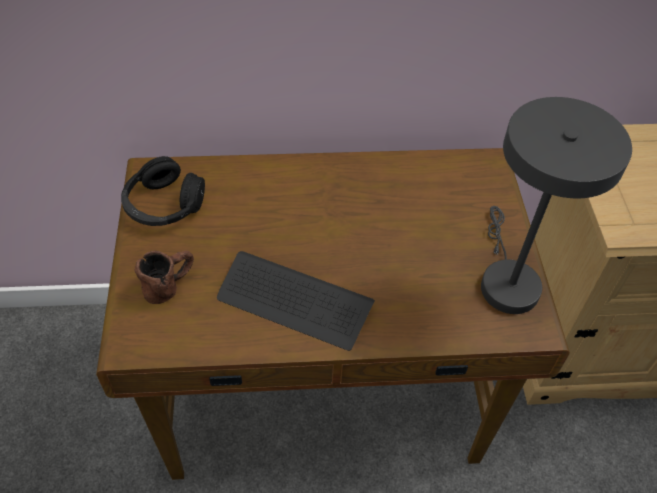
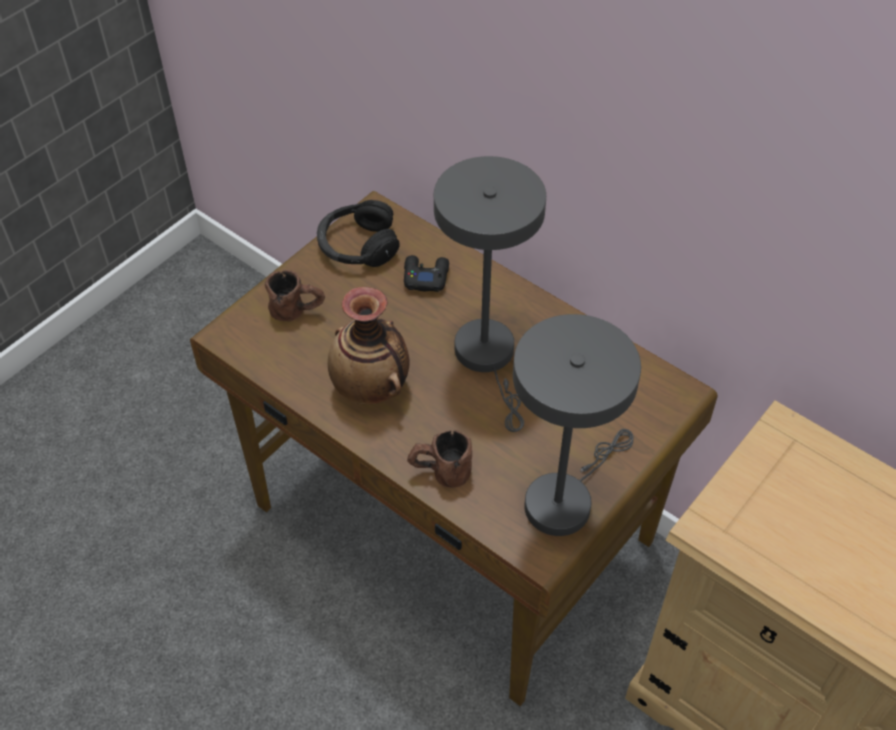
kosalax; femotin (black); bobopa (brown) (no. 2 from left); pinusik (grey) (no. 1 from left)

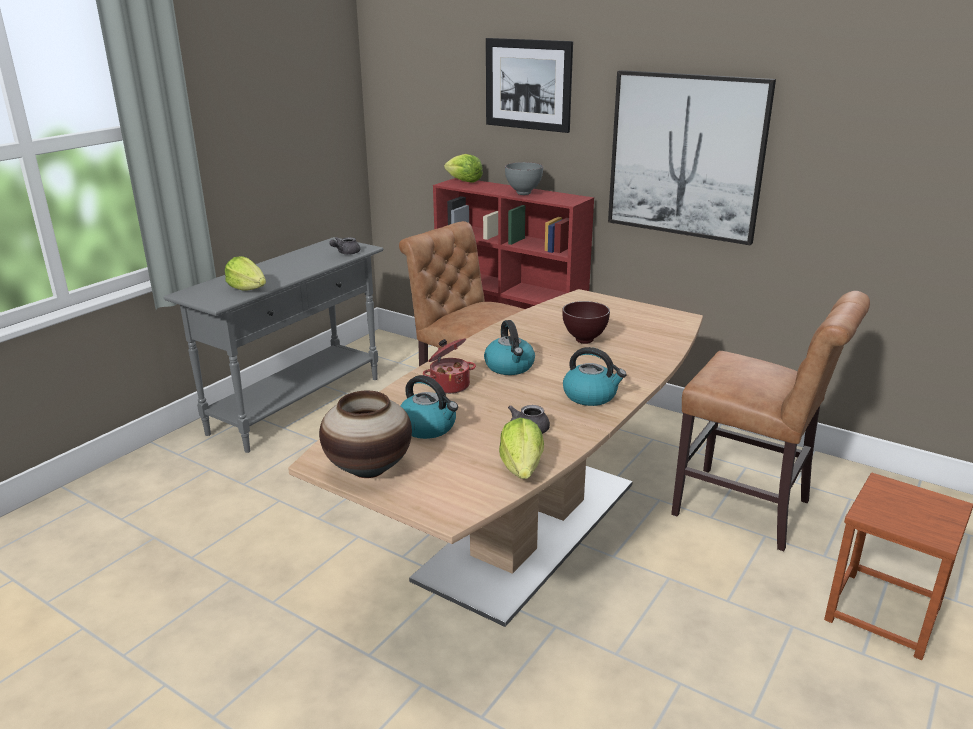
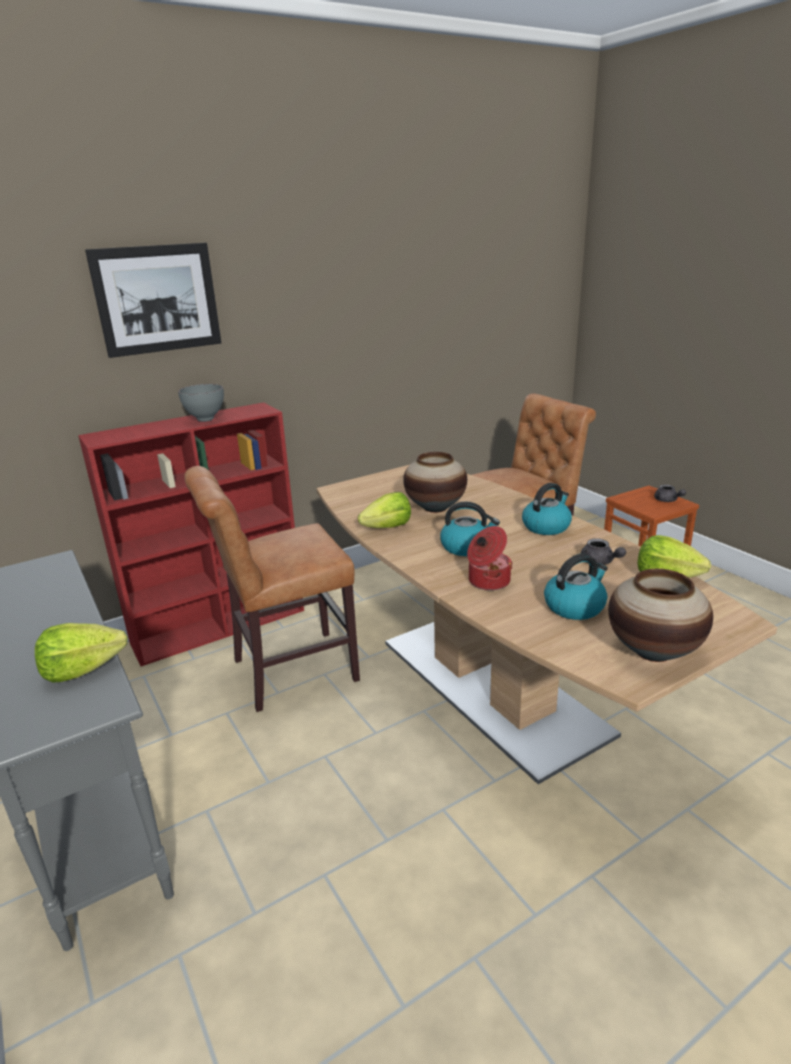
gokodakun (no. 2 from left); kosalax (no. 1 from left); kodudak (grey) (no. 2 from left); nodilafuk (no. 2 from left in the first image)

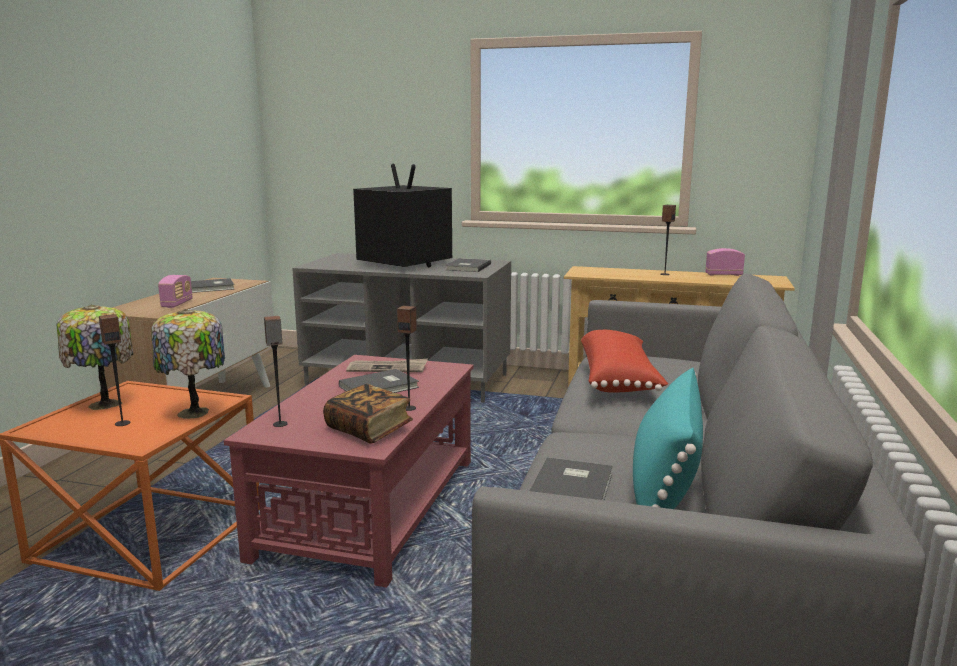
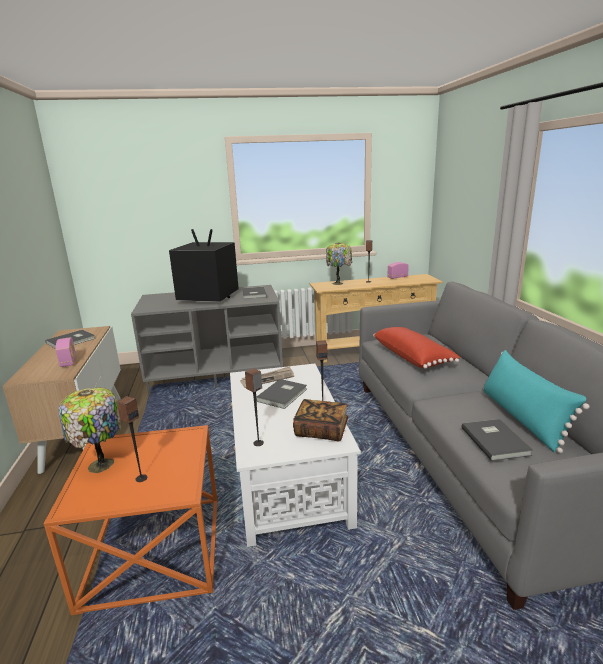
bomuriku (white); pinusik (no. 2 from left)

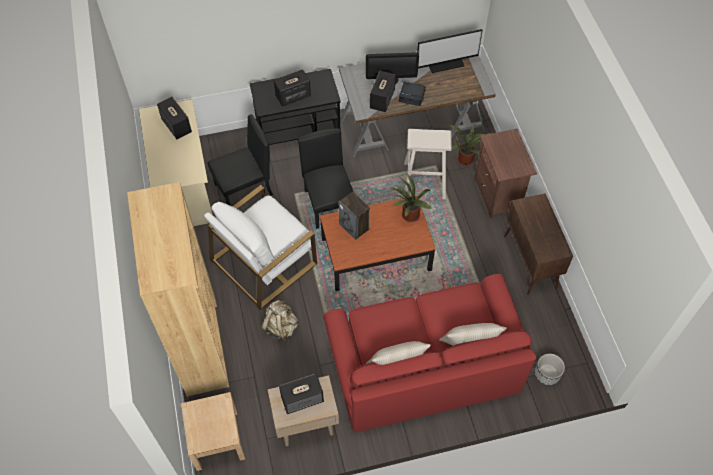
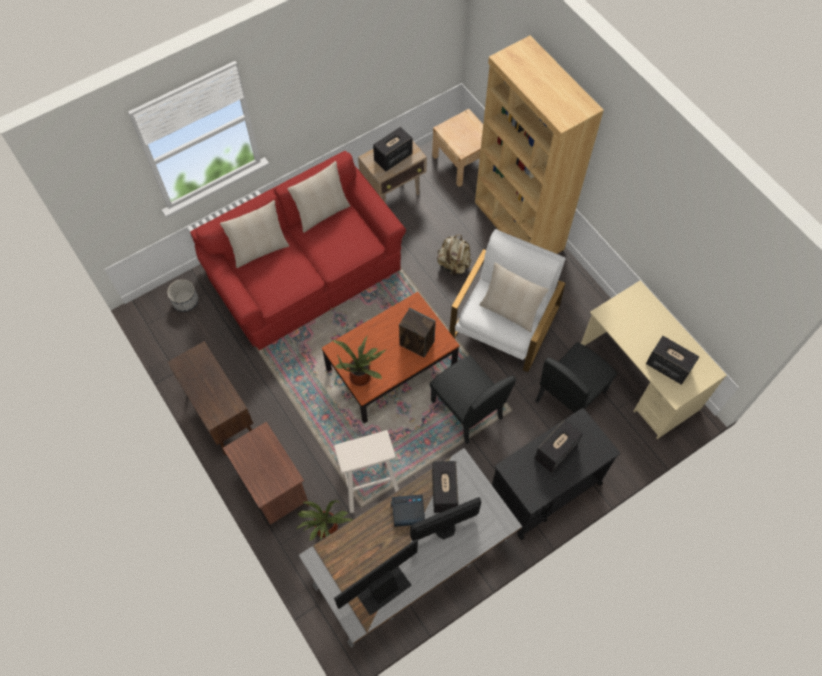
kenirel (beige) (no. 3 from left)

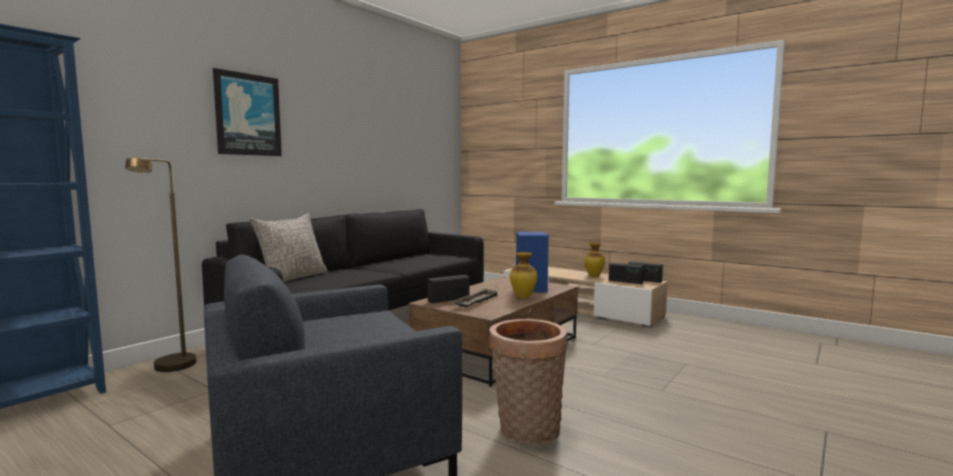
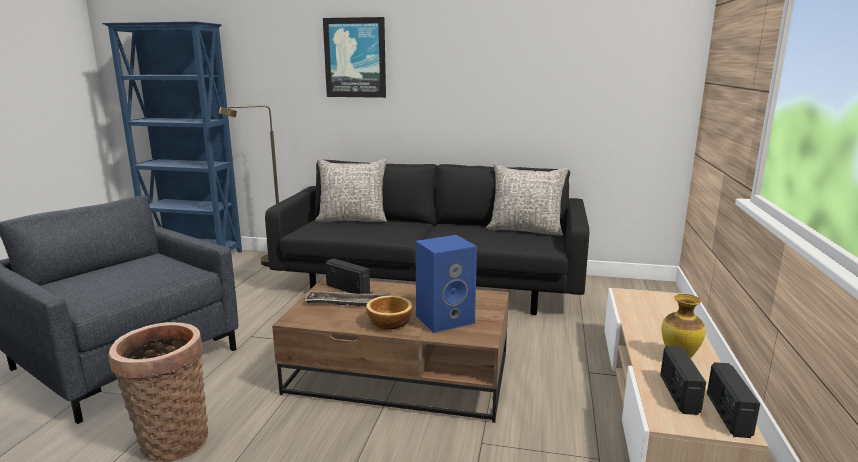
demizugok; kenirel (grey) (no. 2 from left)

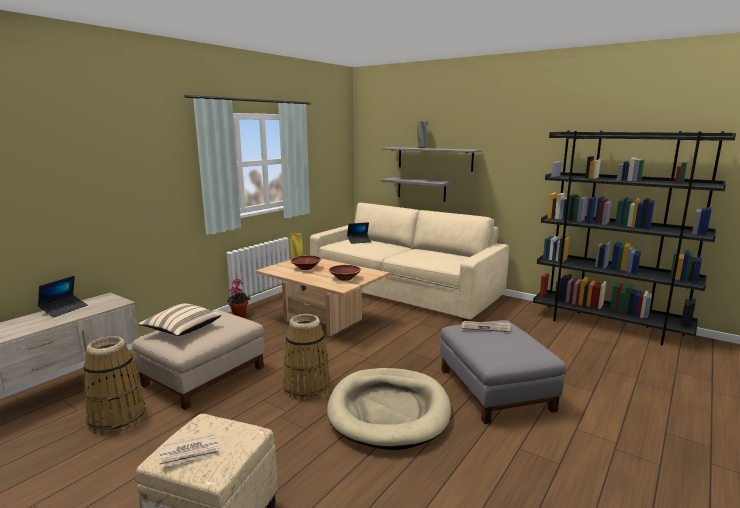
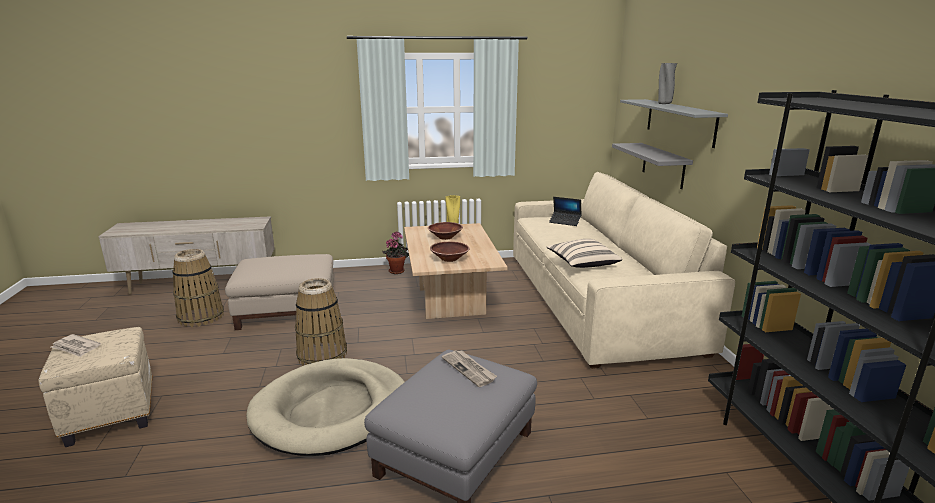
kenirel (beige); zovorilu (no. 1 from left in the first image)

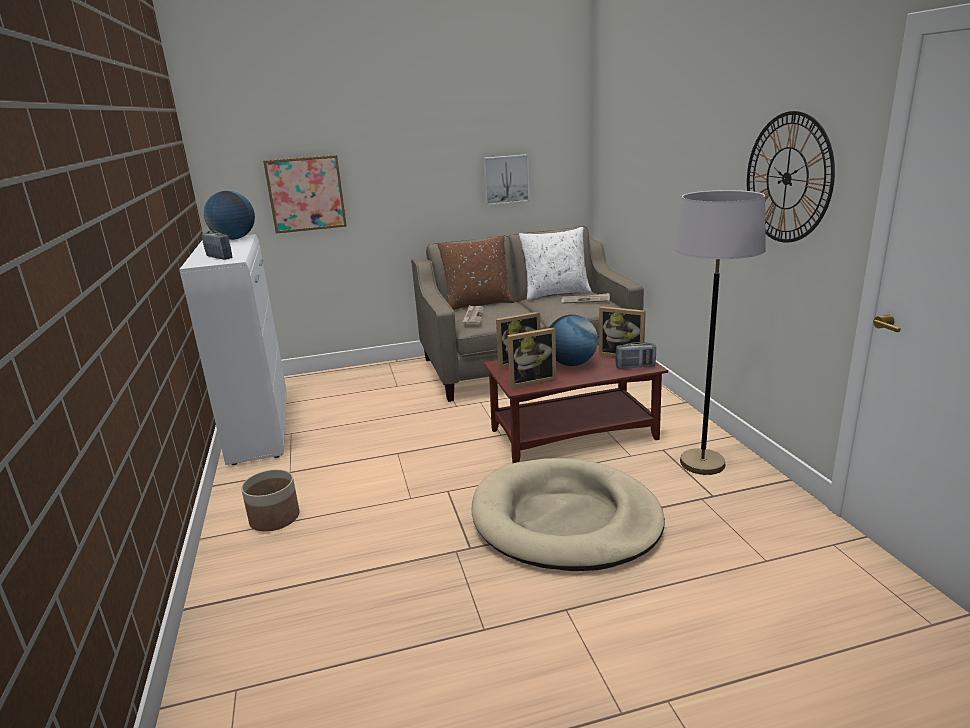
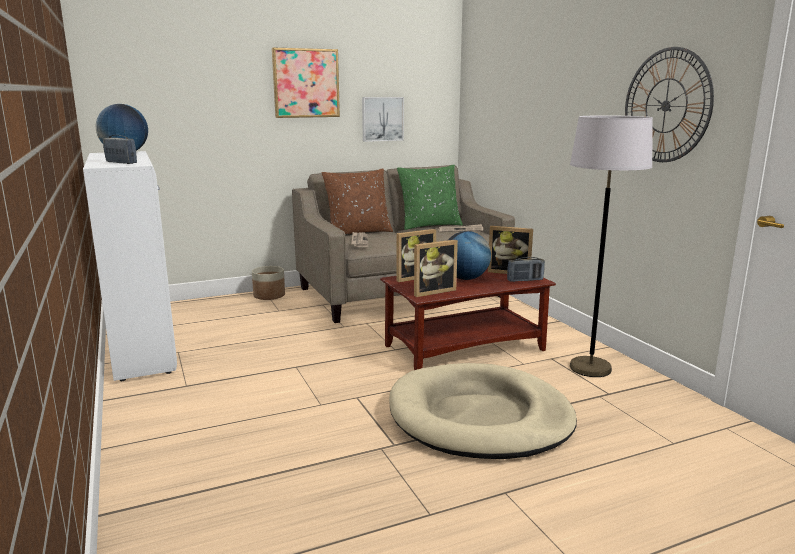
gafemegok; nodilafuk (no. 1 from left); kenirel (green)

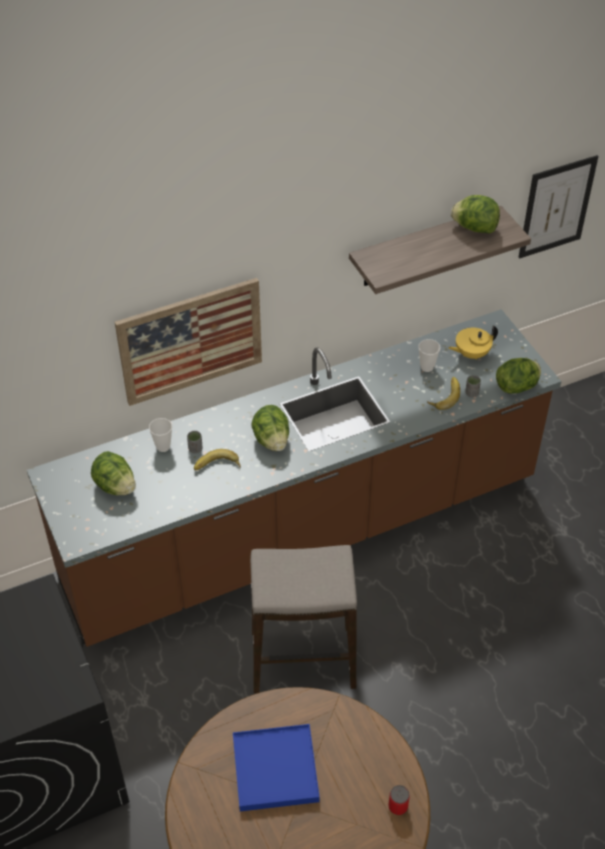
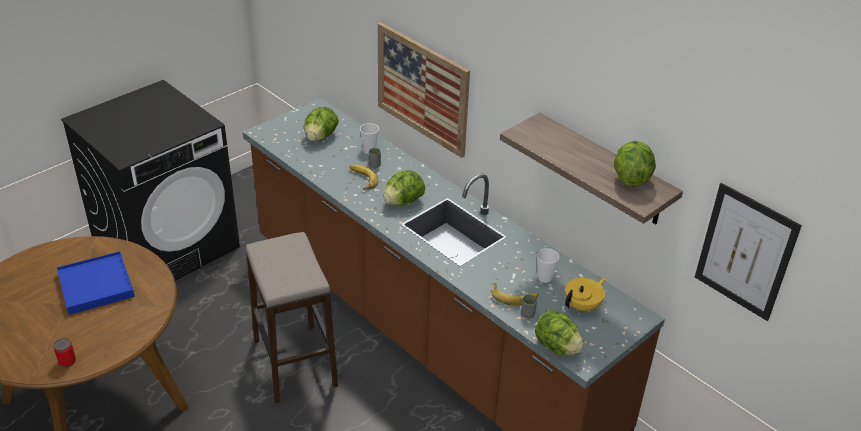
kodudak (yellow)

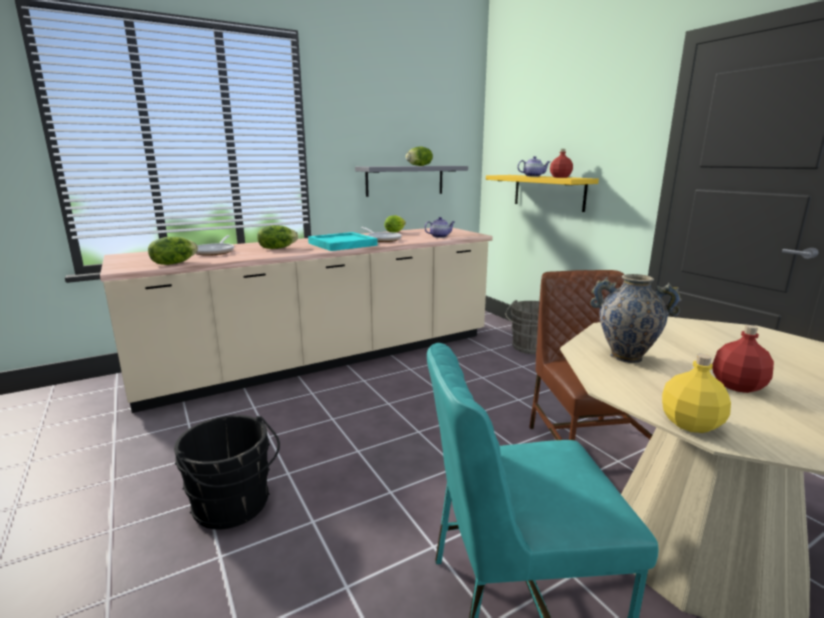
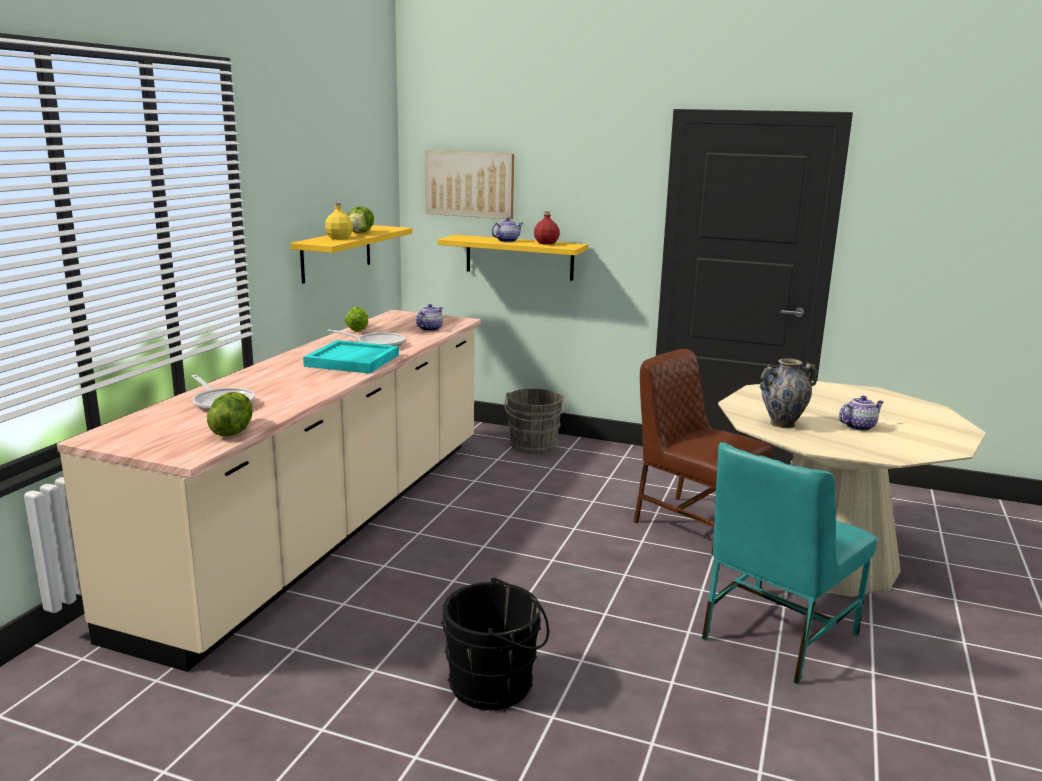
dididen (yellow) (no. 1 from left); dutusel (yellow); nodilafuk; kodudak (no. 3 from left); gokodakun (no. 2 from left in the first image)

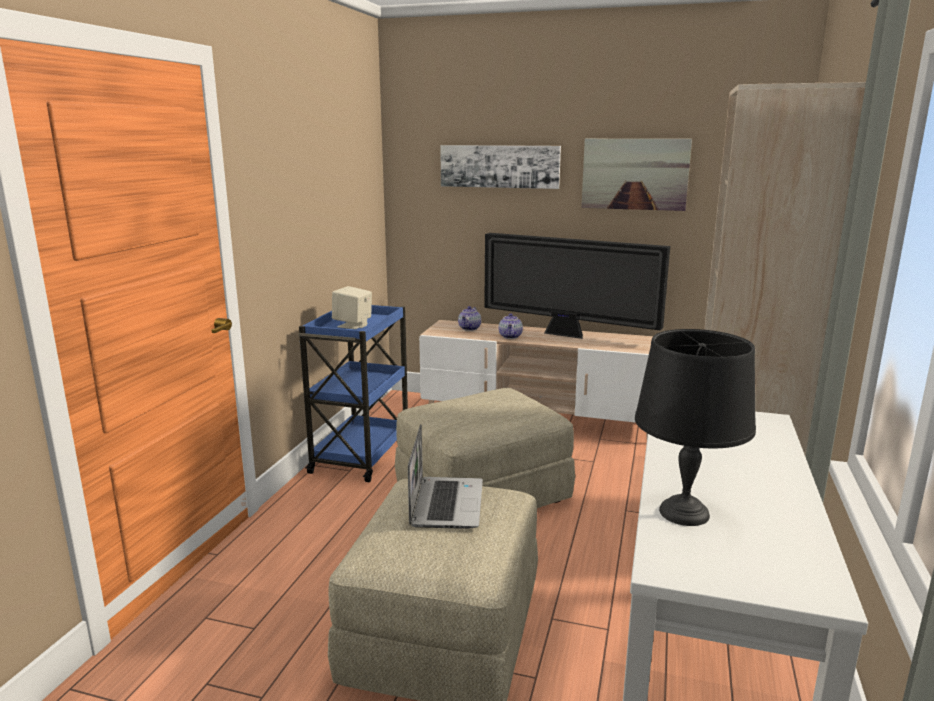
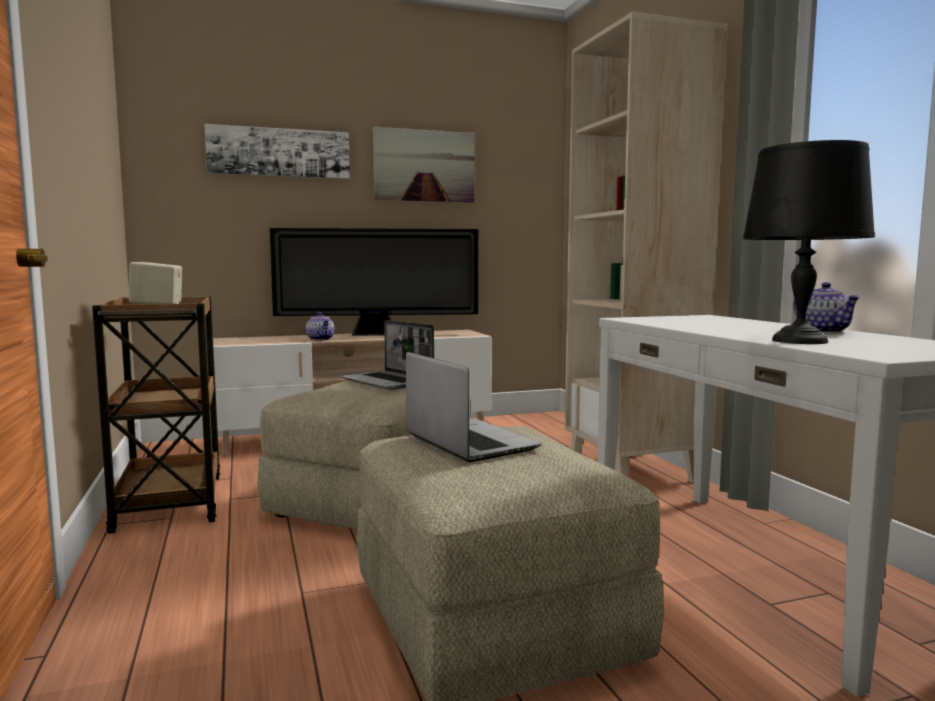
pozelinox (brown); zovorilu (no. 1 from left); kodudak (no. 2 from left)

